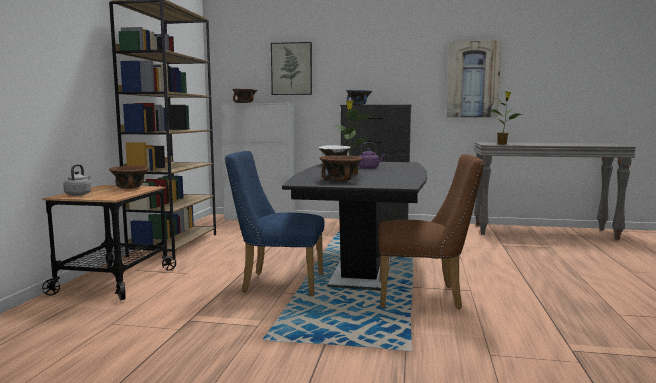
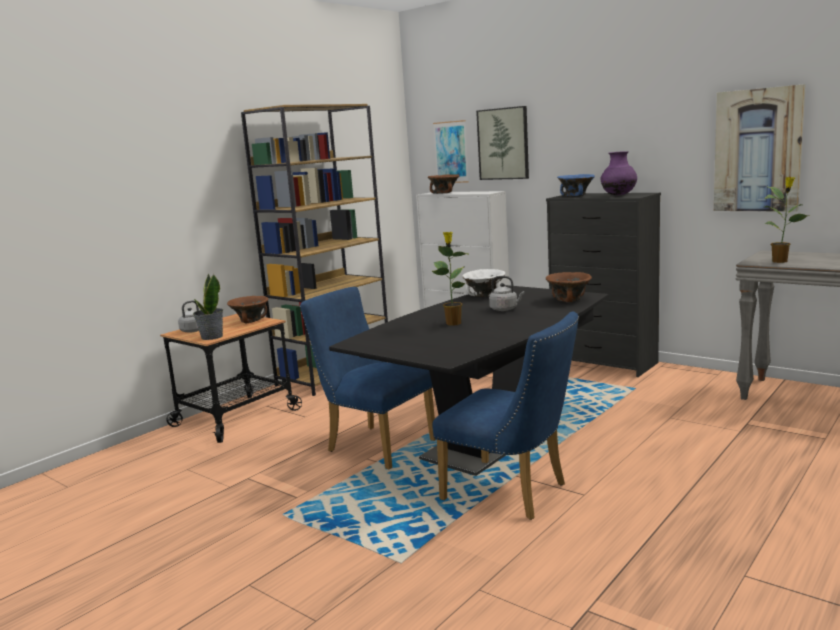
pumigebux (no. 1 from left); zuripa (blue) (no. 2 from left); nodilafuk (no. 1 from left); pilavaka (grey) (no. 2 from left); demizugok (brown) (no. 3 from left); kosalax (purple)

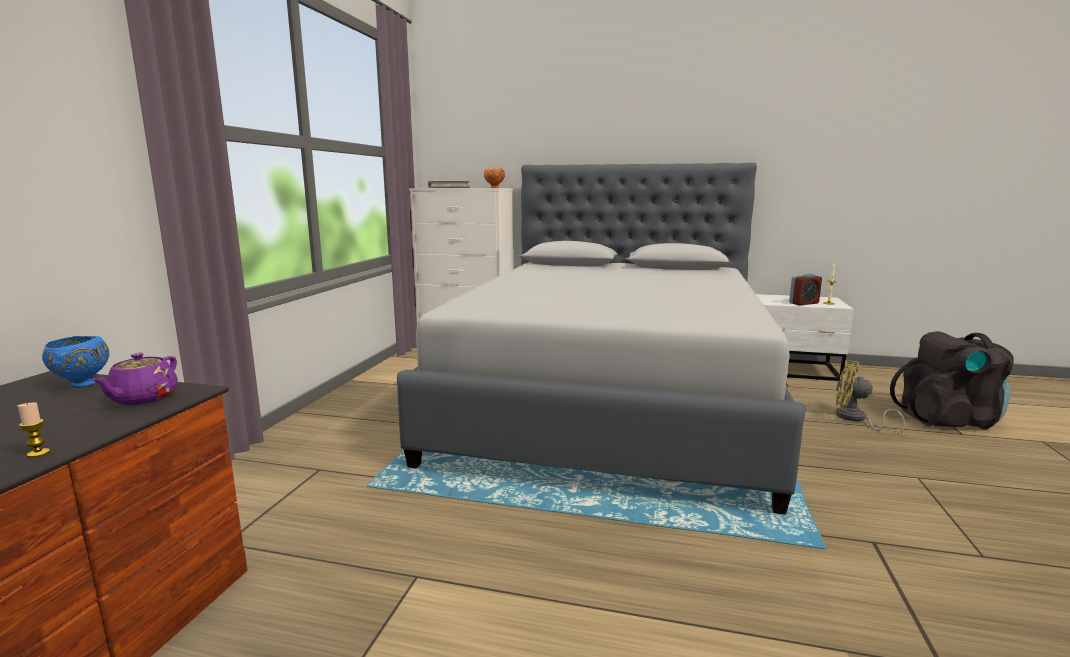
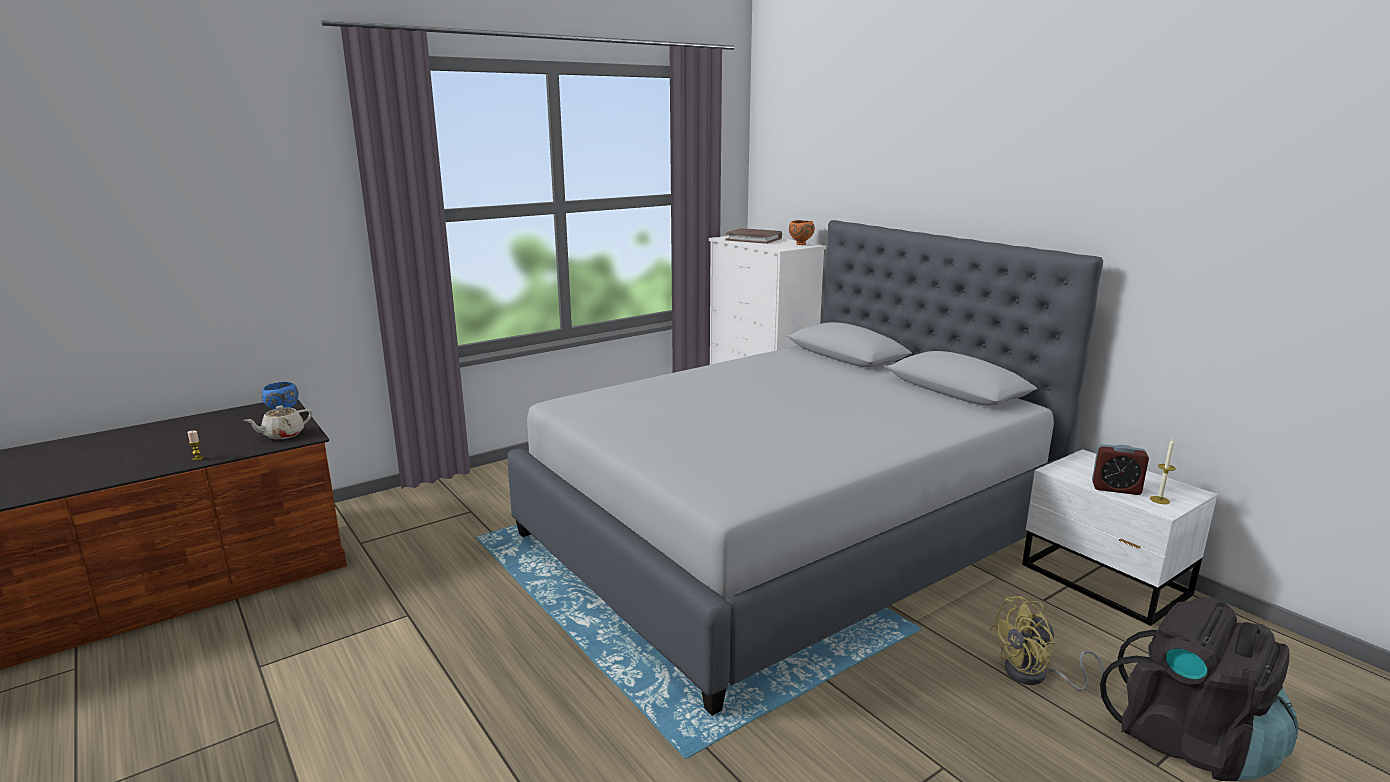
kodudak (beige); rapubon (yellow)

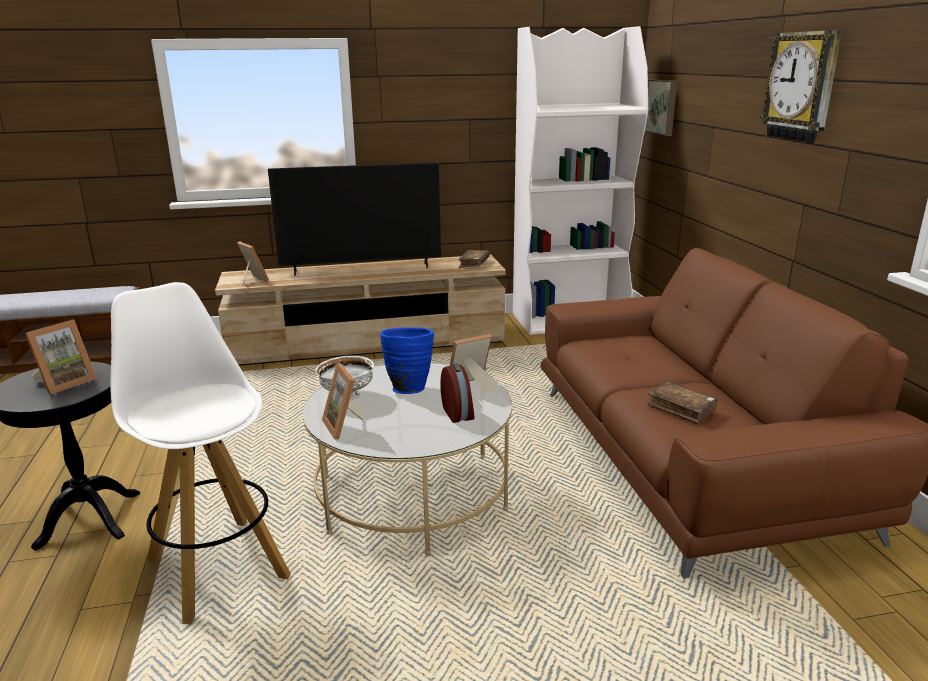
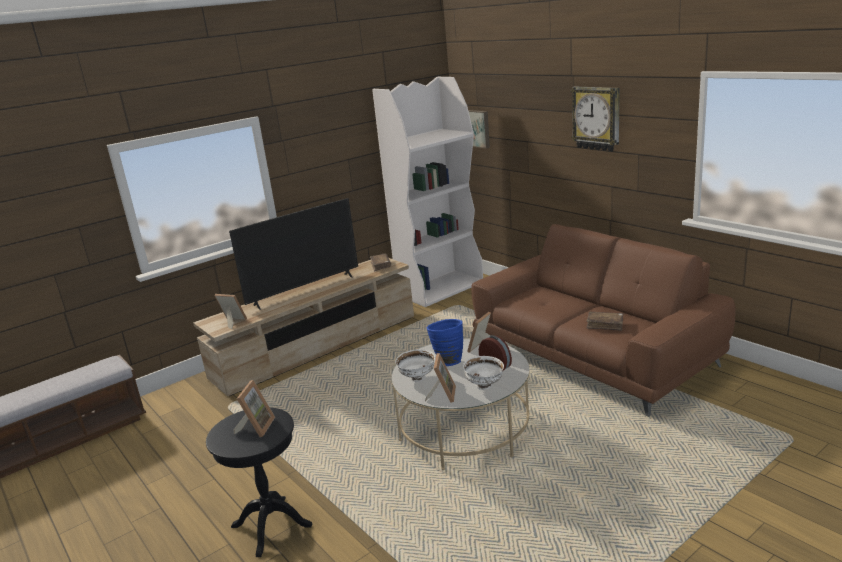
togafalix (no. 3 from left); demizugok (white) (no. 2 from left); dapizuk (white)

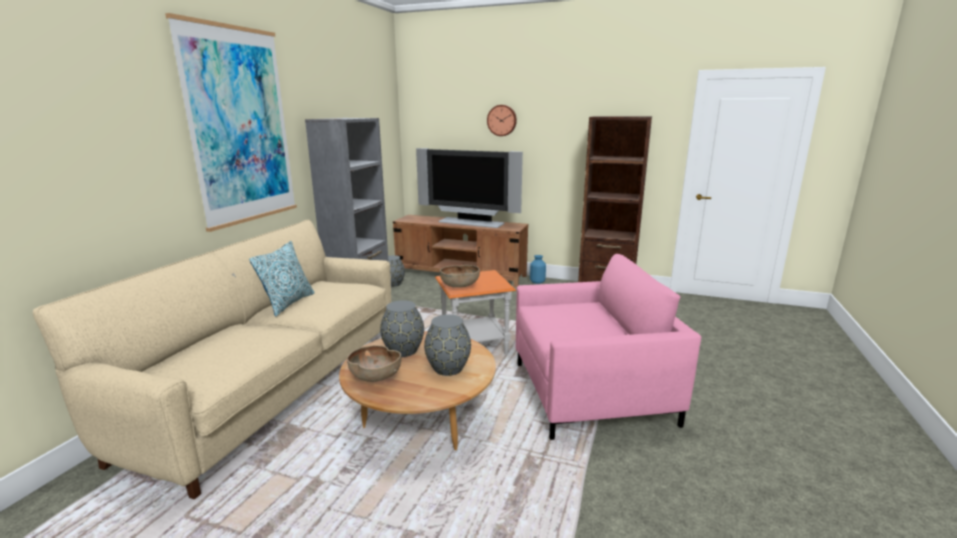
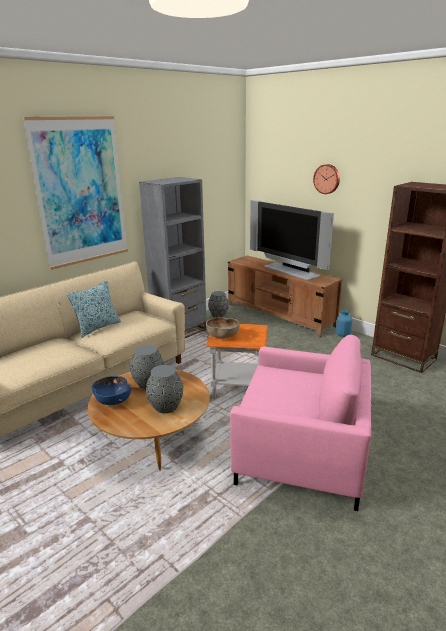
demizugok (blue)

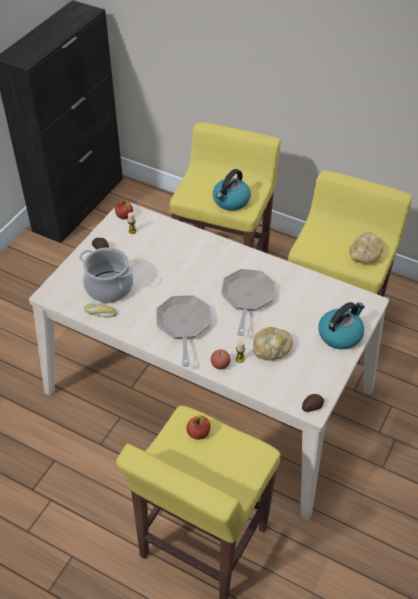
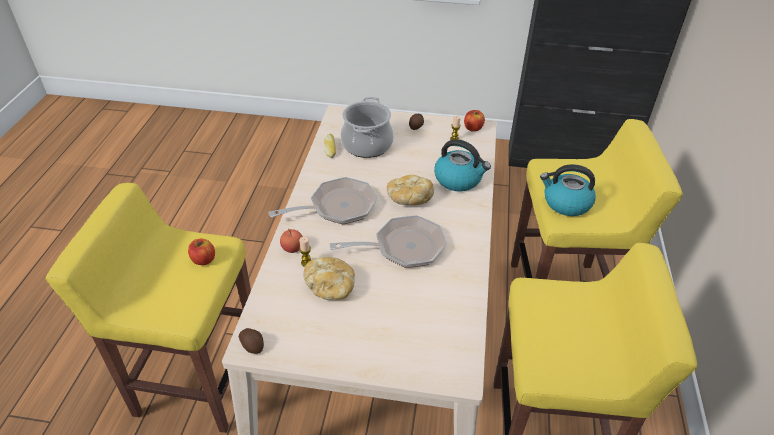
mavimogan (no. 3 from left); pilavaka (no. 1 from left)

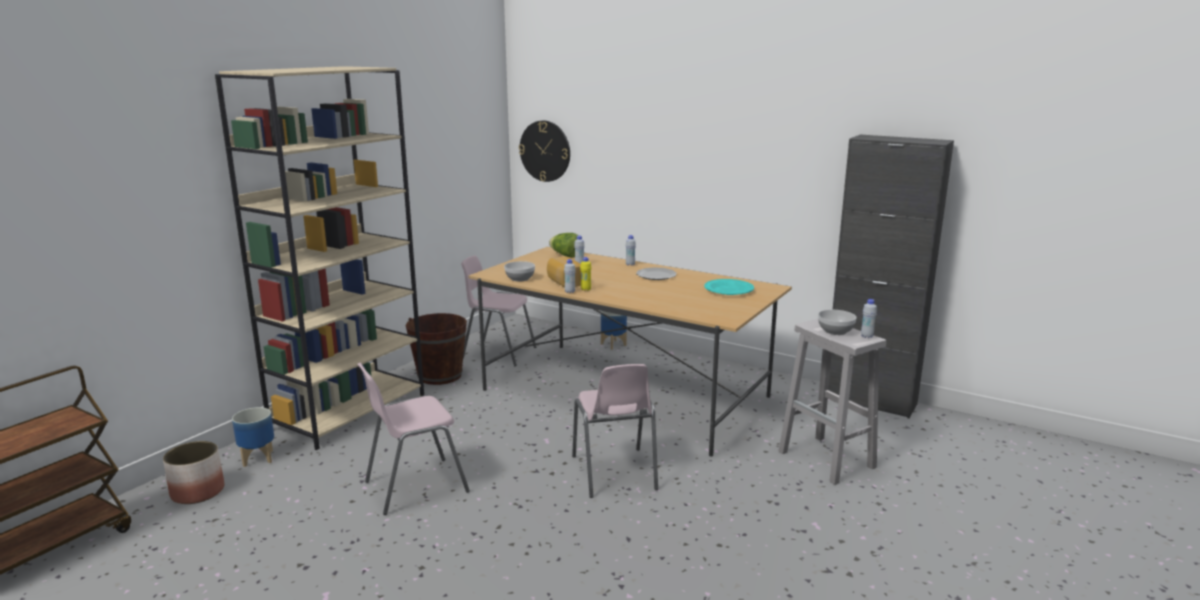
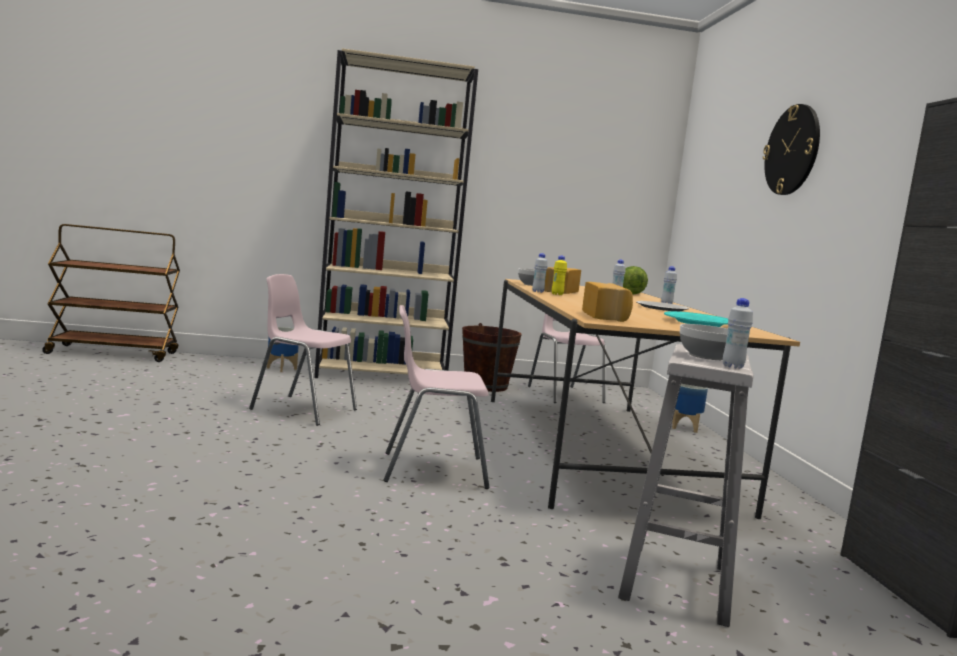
zuripa (pink) (no. 2 from left); mavimogan (no. 2 from left); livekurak; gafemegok (no. 1 from left in the first image)

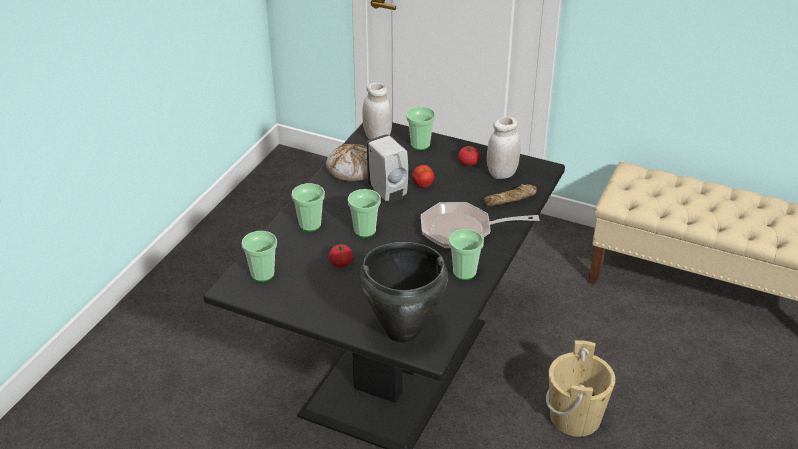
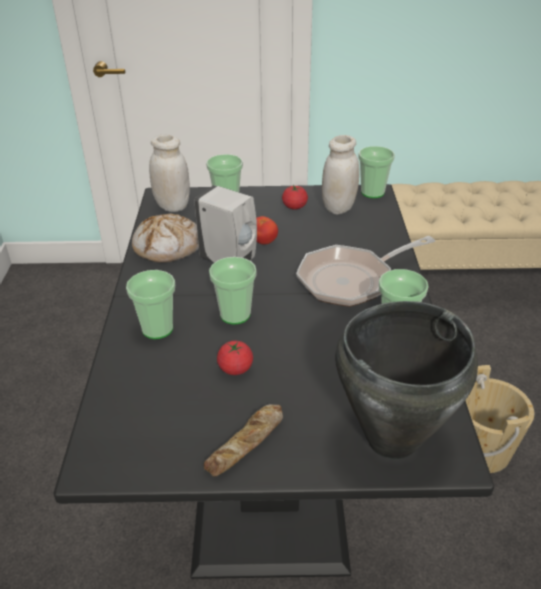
mavimogan (no. 2 from left); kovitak (no. 4 from left)

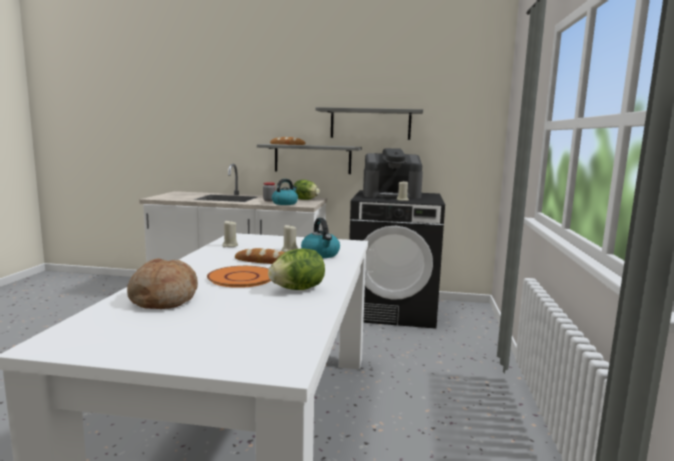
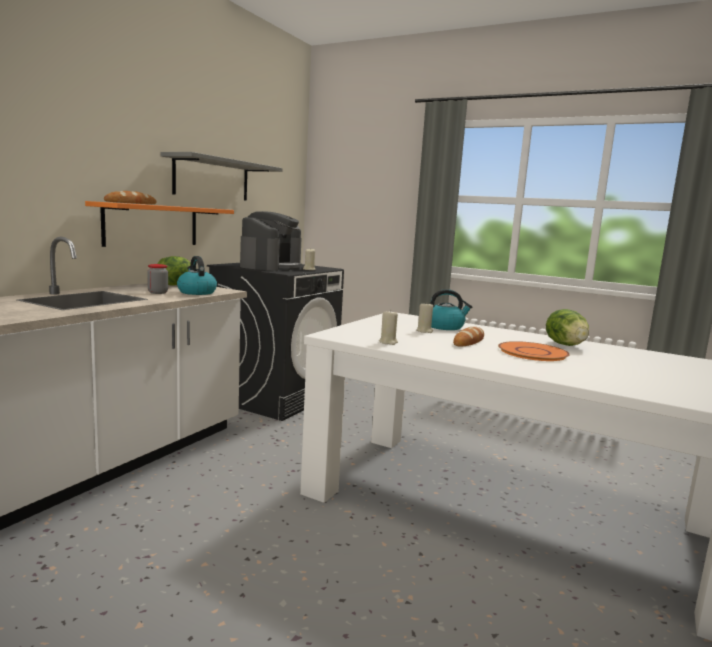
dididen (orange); mavimogan (no. 1 from left in the first image)

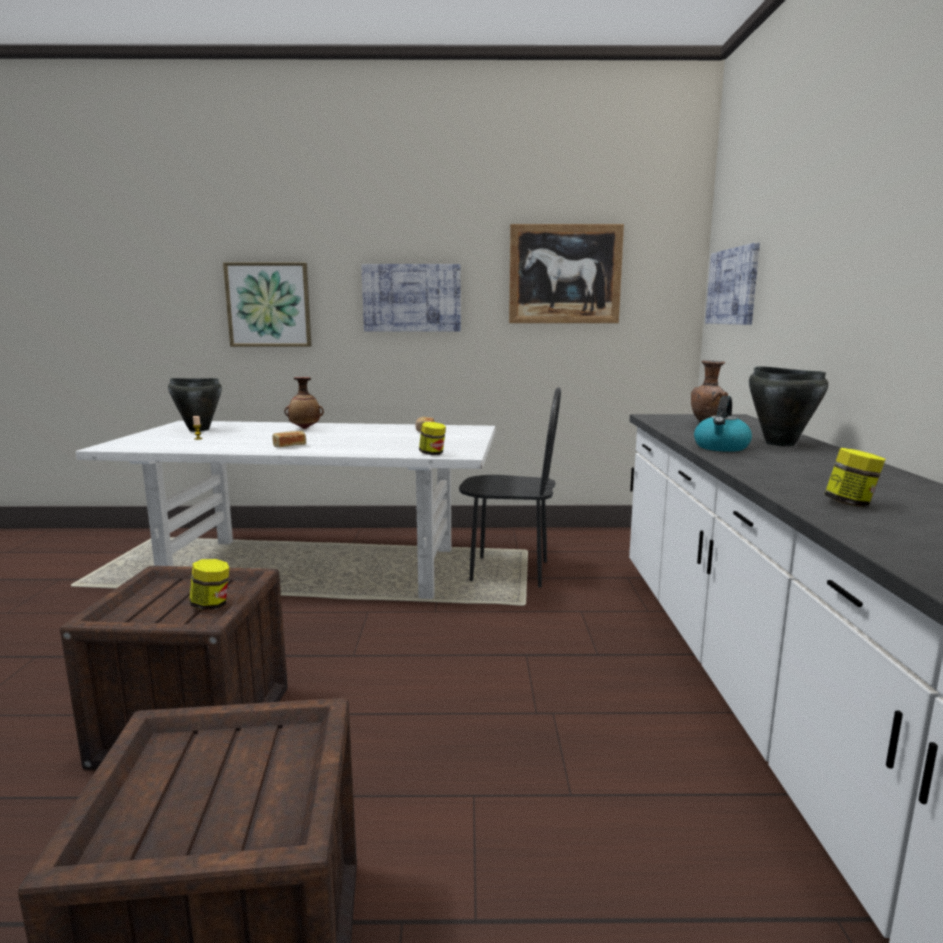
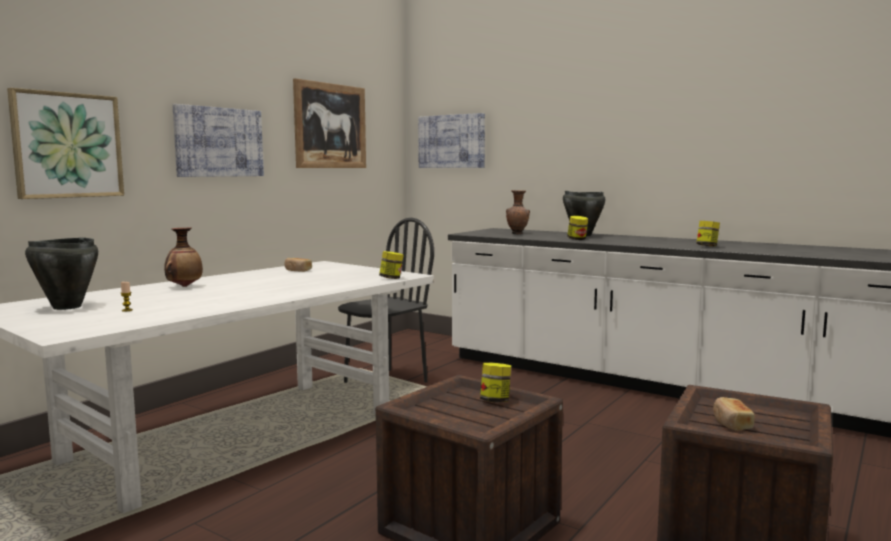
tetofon (no. 3 from left); mavimogan (no. 2 from left)

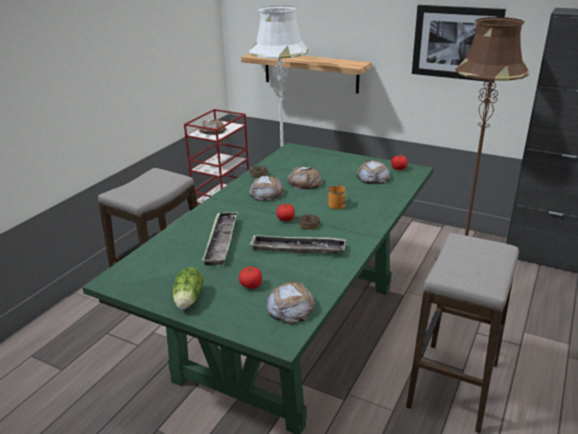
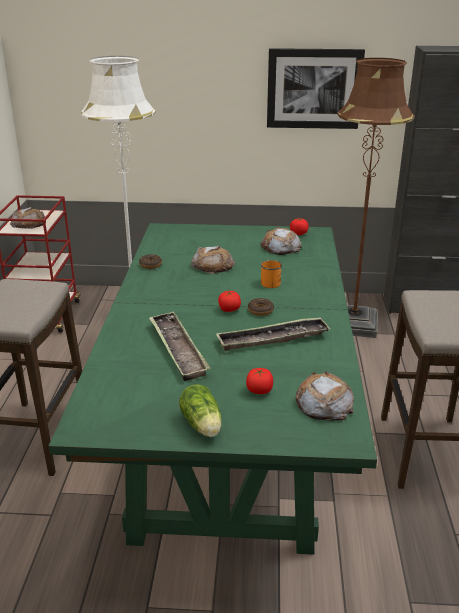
dididen; mavimogan (no. 2 from left in the first image)

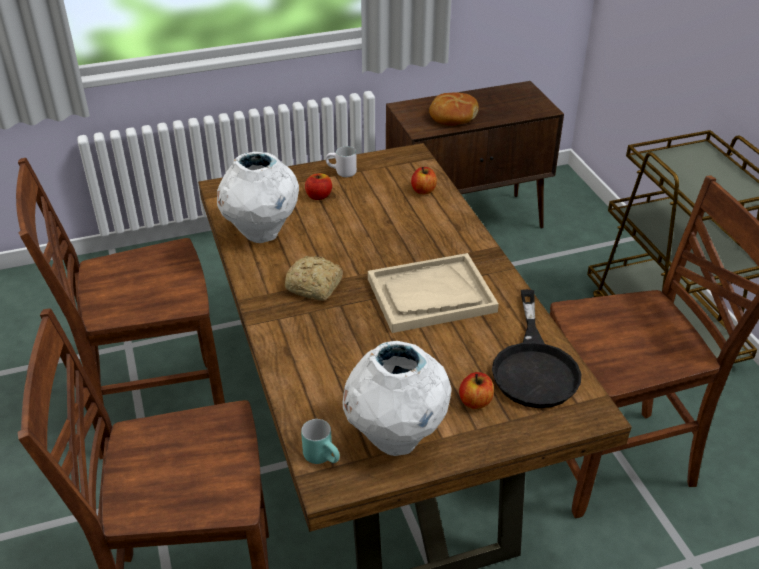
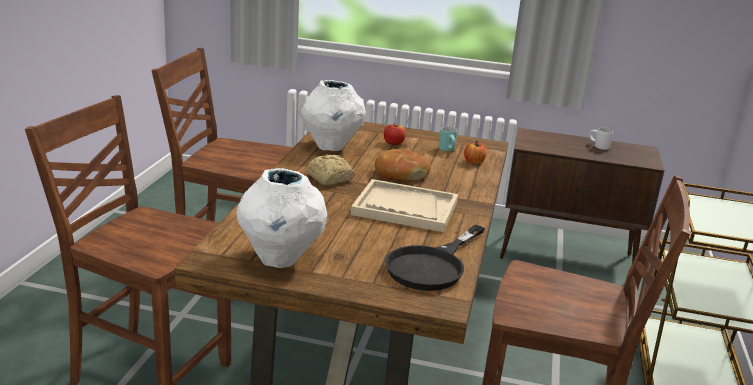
mavimogan (no. 2 from left); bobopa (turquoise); bobopa (white); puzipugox (no. 3 from left in the first image)

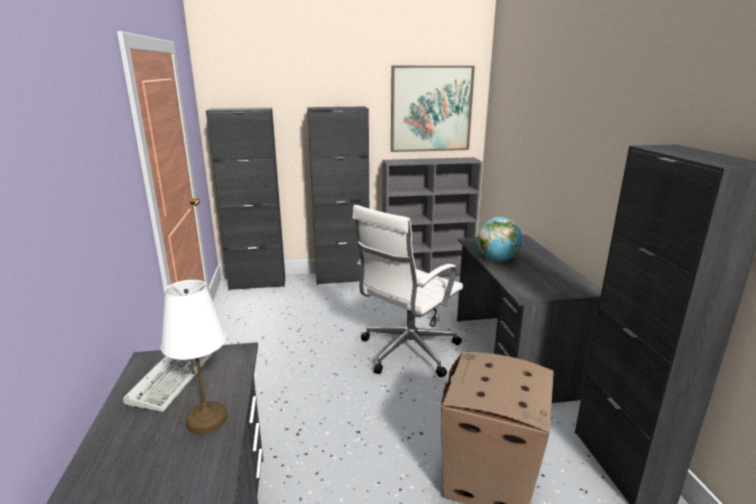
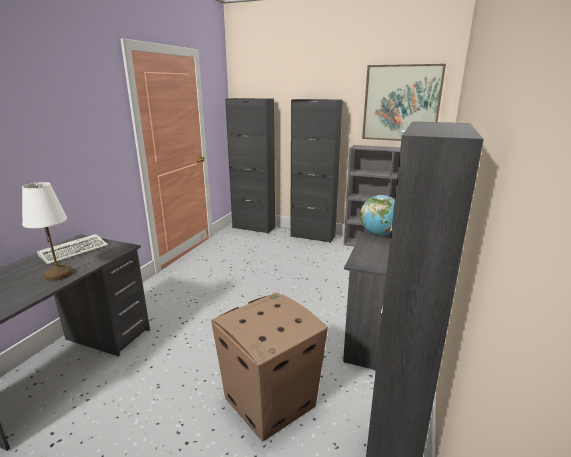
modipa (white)

